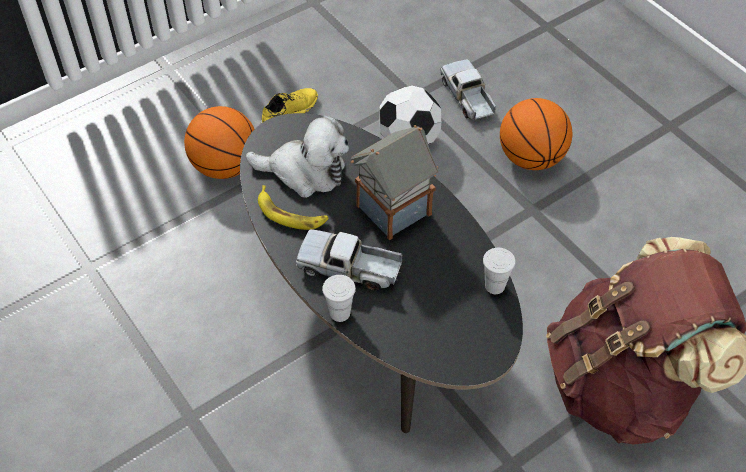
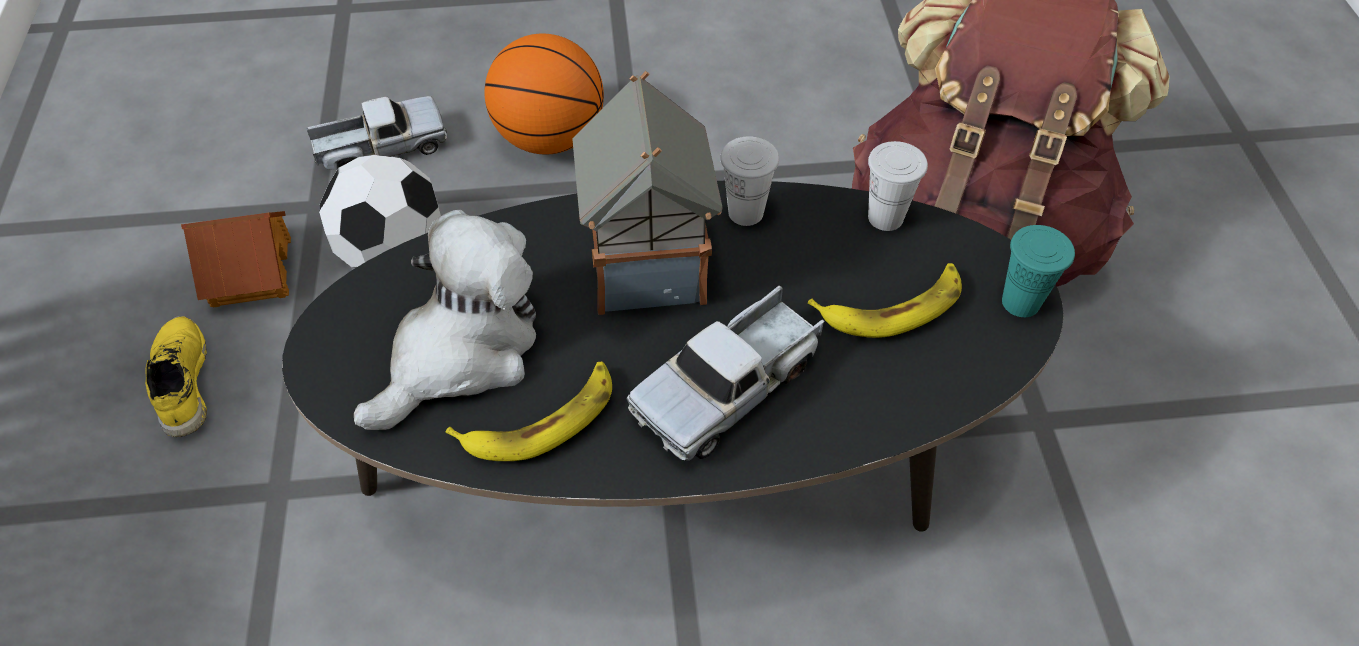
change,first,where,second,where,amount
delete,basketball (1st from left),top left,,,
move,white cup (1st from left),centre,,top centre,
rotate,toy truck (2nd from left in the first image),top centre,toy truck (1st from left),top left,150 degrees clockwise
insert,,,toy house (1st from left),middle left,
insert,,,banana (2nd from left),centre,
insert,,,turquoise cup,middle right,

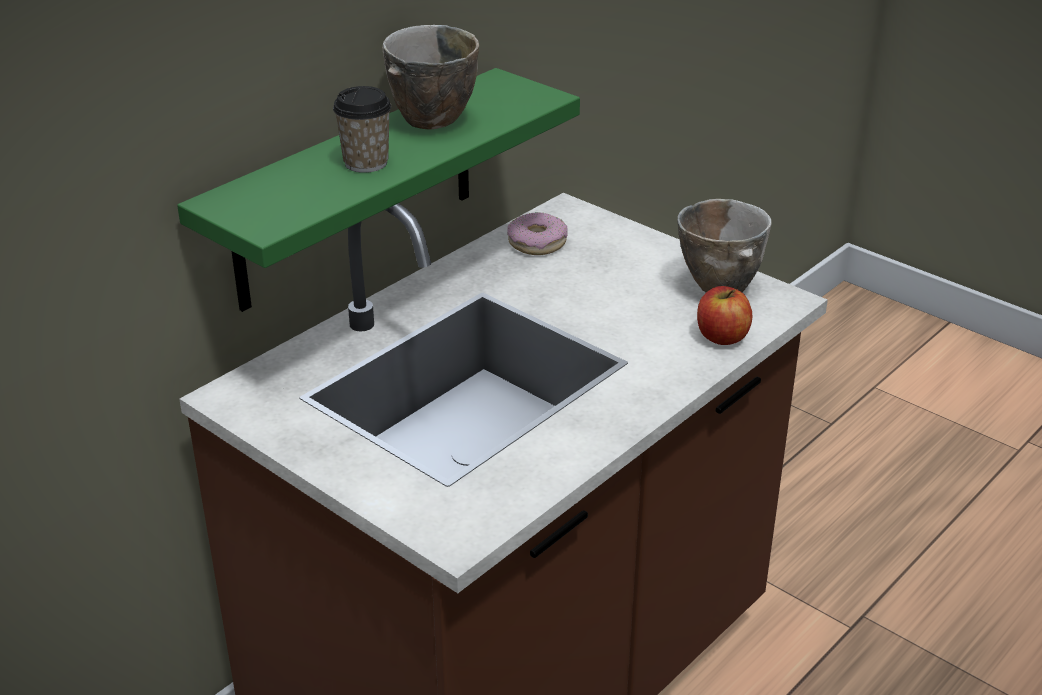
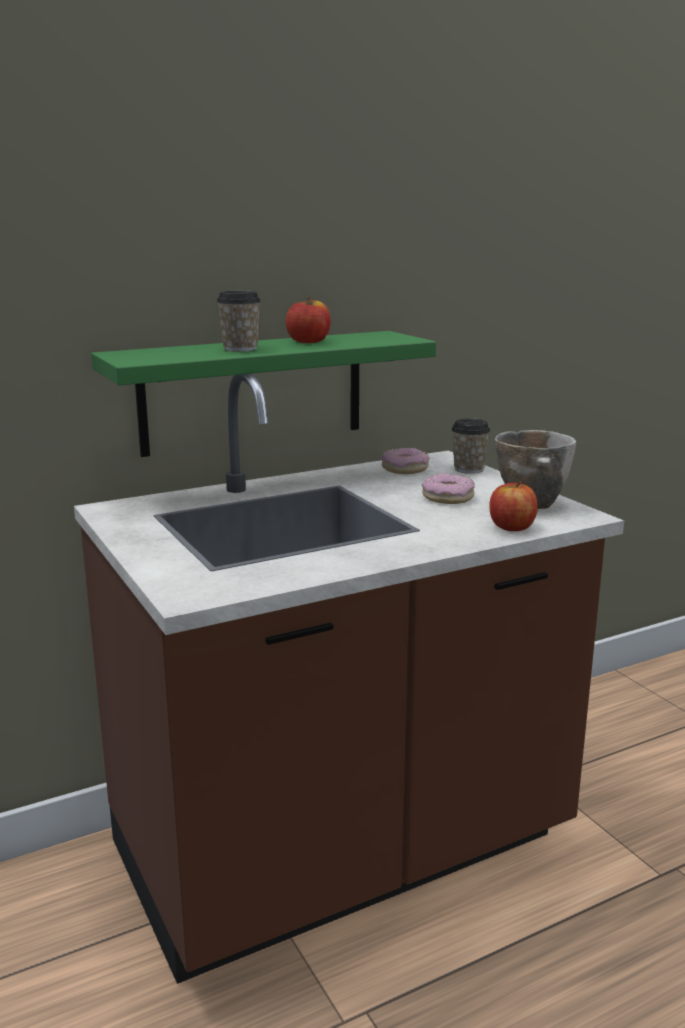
change,first,where,second,where,amount
replace,bowl (1st from left),top centre,apple (1st from left),top centre,
insert,,,donut (2nd from left),centre,
insert,,,cup (2nd from left),middle right,

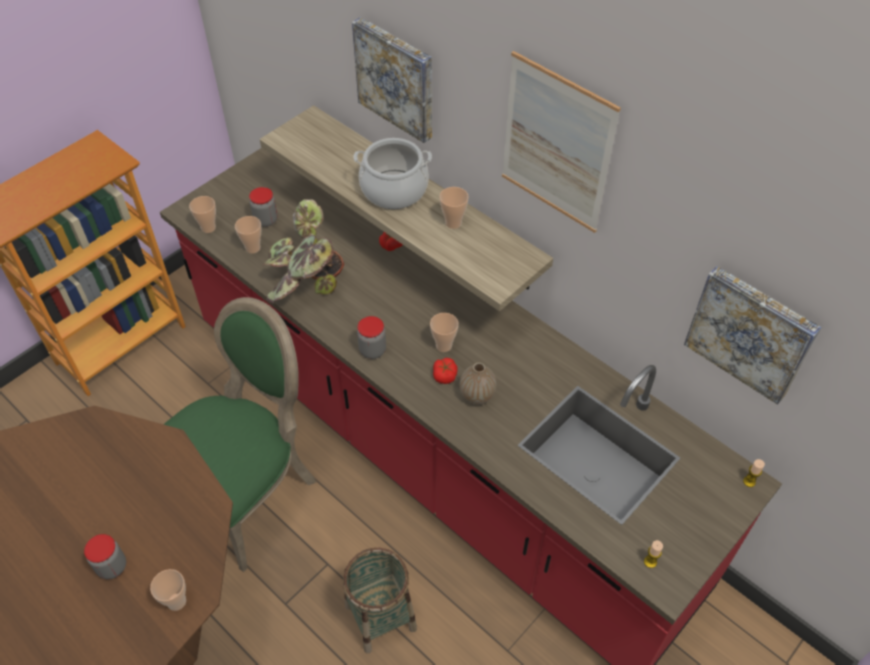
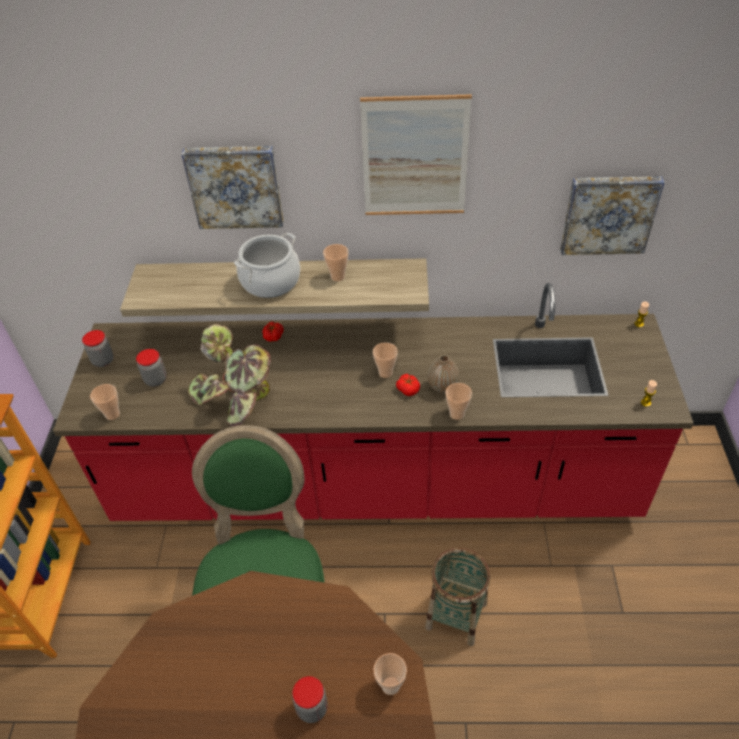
change,first,where,second,where,amount
move,cup (3rd from left in the first image),middle left,cup (5th from left),centre,
move,jar (3rd from left in the first image),centre,jar (1st from left),middle left,

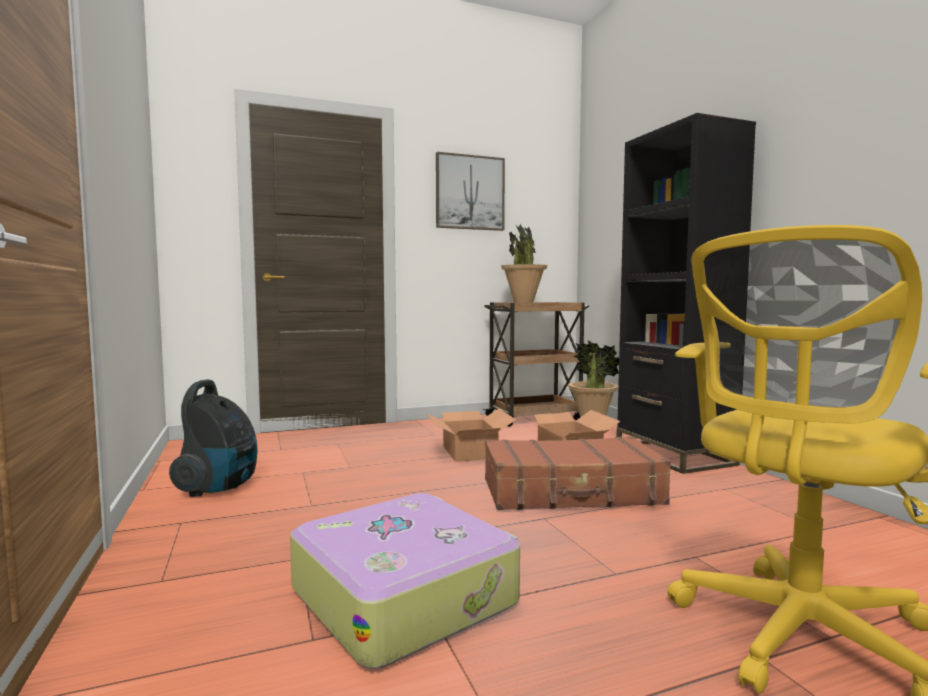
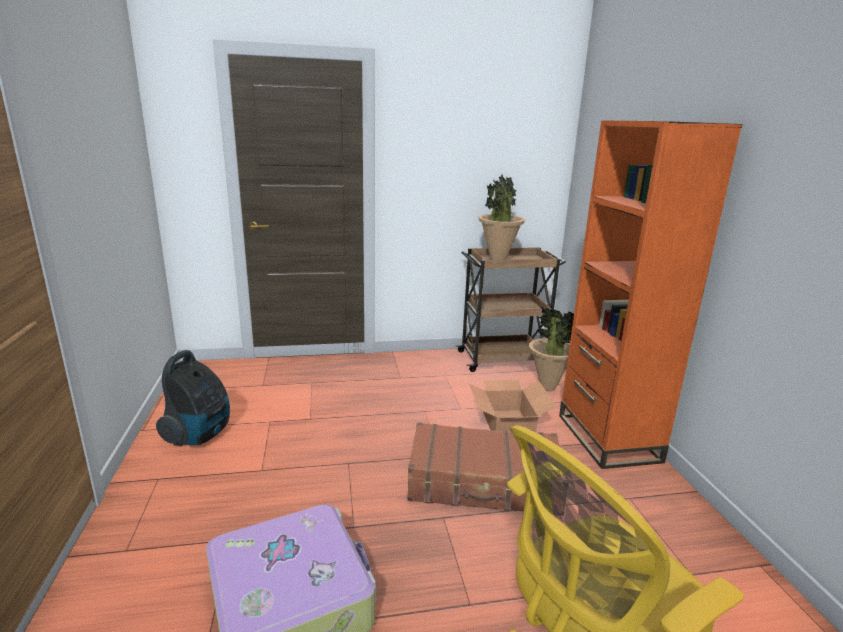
change,first,where,second,where,amount
delete,cardboard box (1st from left),centre,,,
delete,picture,top centre,,,
recolor,black bookcase,middle right,orange bookcase,middle right,

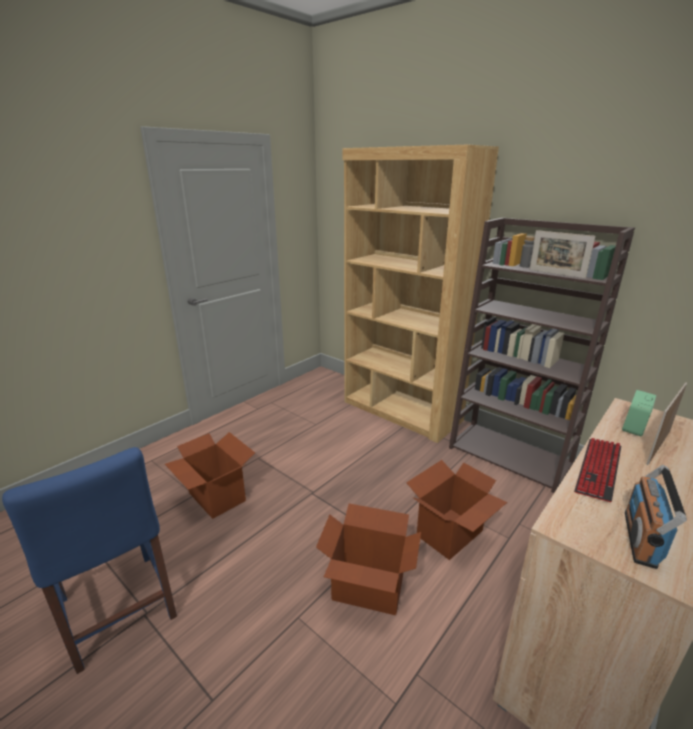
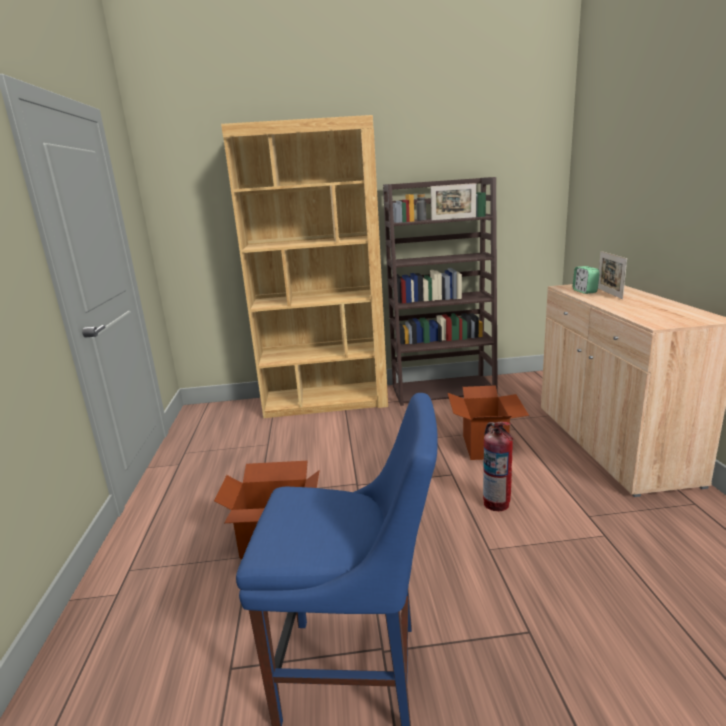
change,first,where,second,where,amount
replace,cardboard box (2nd from left),bottom centre,fire extinguisher,middle right,
delete,keyboard,middle right,,,
delete,radio,bottom right,,,

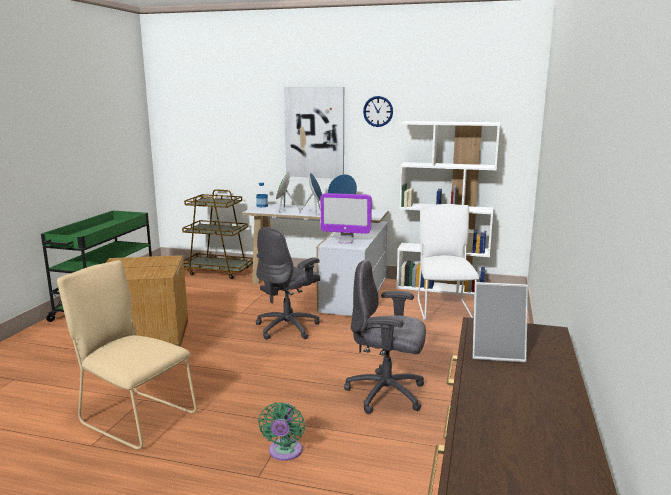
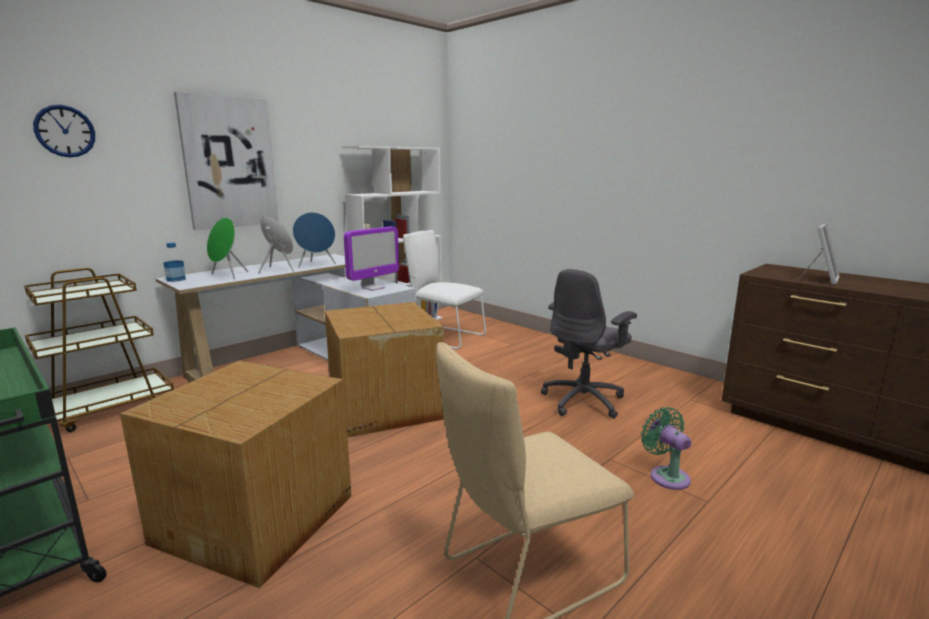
change,first,where,second,where,amount
replace,grey office chair (1st from left),centre,cardboard box (2nd from left),centre,
rotate,green fan,bottom centre,,bottom right,150 degrees counterclockwise
move,wall clock,top centre,,top left,

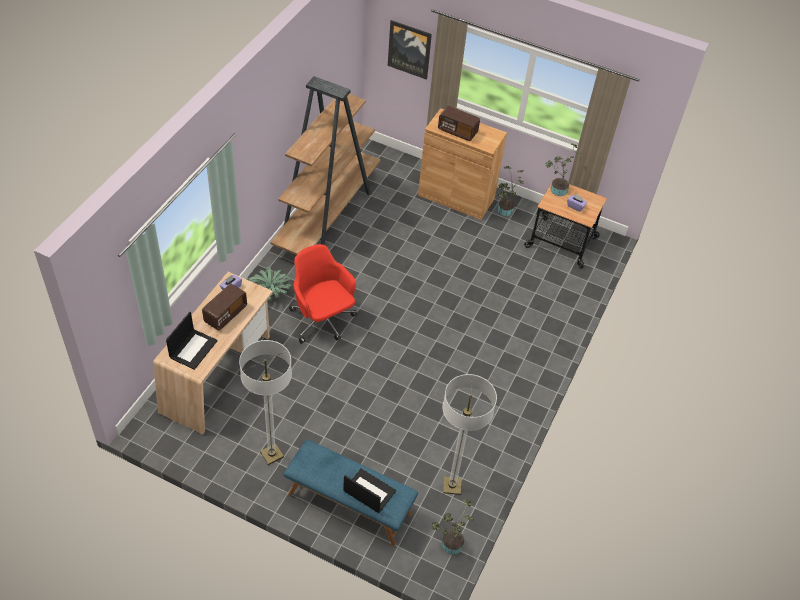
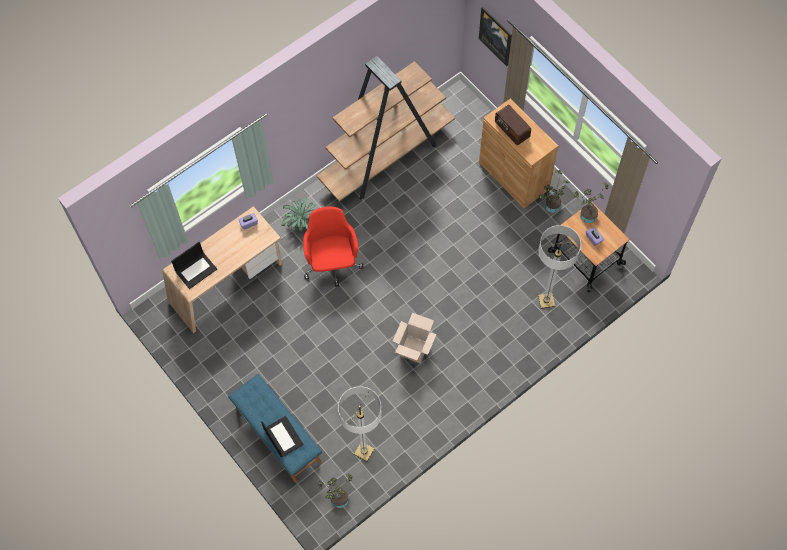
change,first,where,second,where,amount
delete,radio (1st from left),middle left,,,
move,floor lamp (1st from left in the first image),bottom left,floor lamp (2nd from left),middle right,
insert,,,cardboard box,centre,

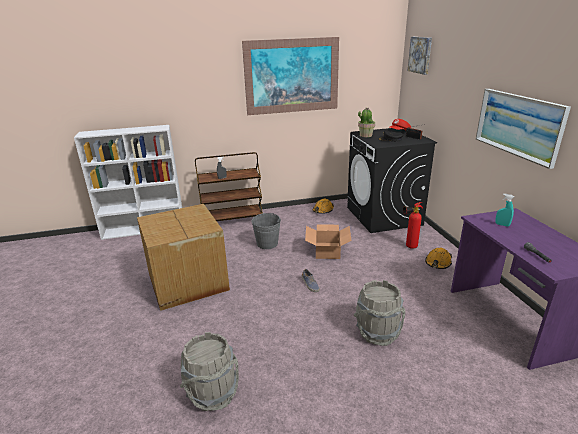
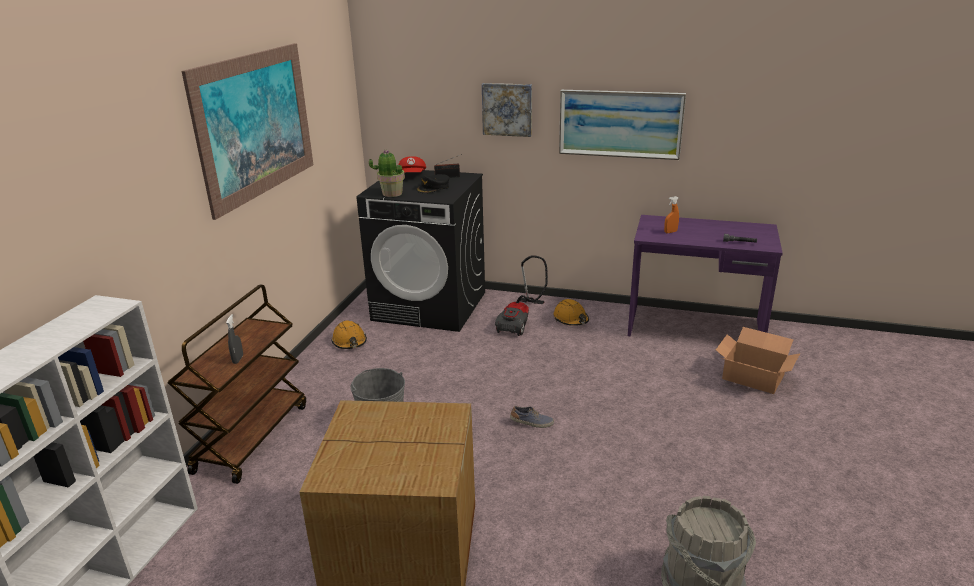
change,first,where,second,where,amount
move,cardboard box (2nd from left),centre,,middle right,
delete,grey bucket (3rd from left),bottom centre,,,
replace,fire extinguisher,middle right,vacuum cleaner,centre,
move,picture (2nd from left),top right,,top centre,
recolor,turquoise spray bottle,middle right,orange spray bottle,middle right,

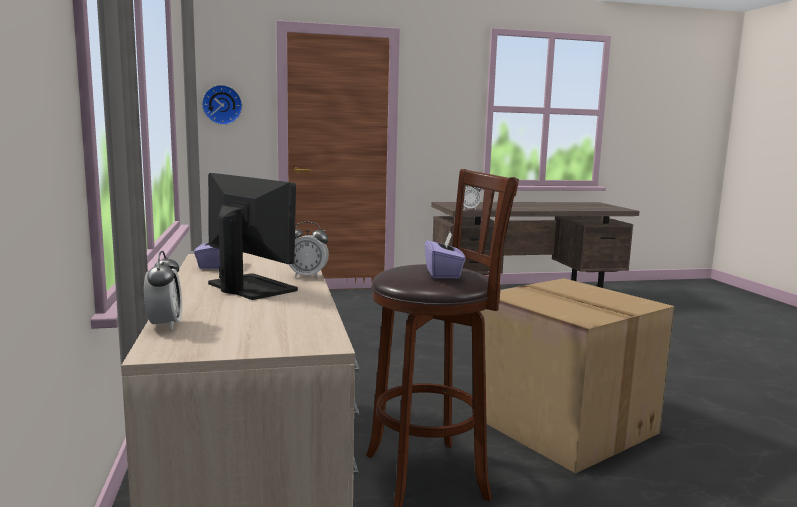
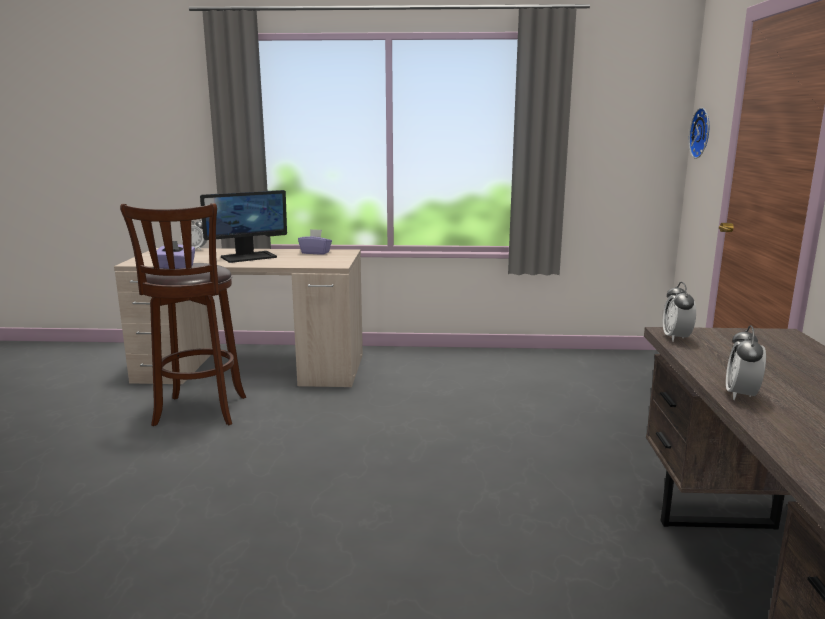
change,first,where,second,where,amount
move,alarm clock (2nd from left in the first image),centre,alarm clock (3rd from left),middle right,
delete,cardboard box,bottom right,,,

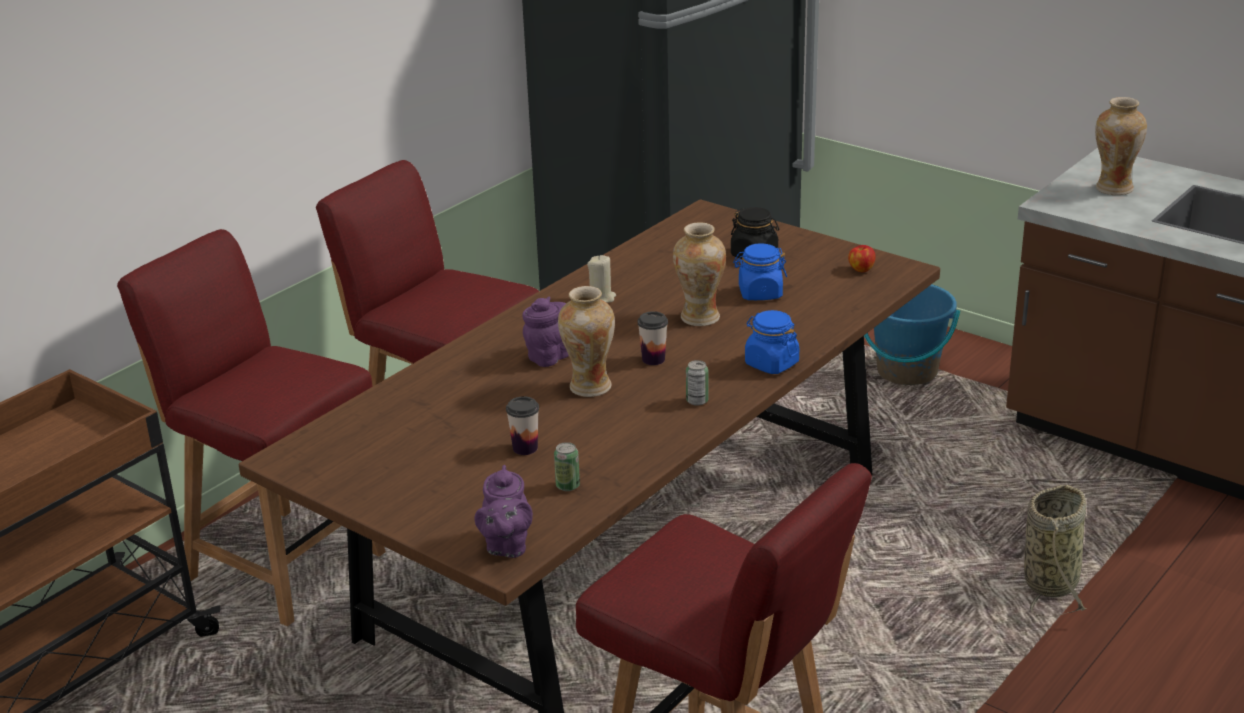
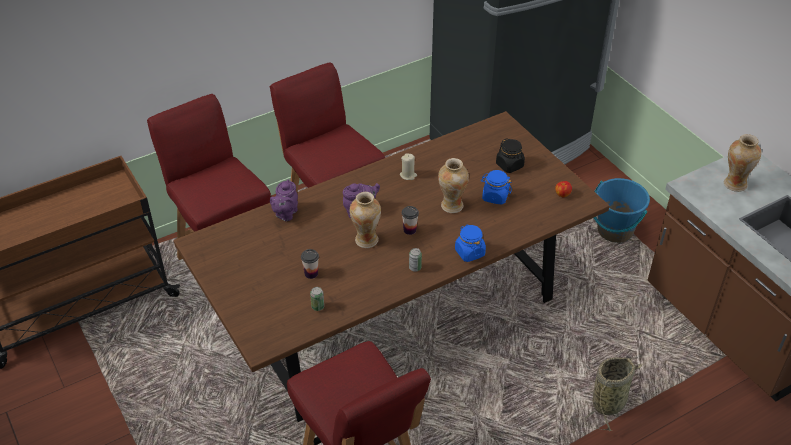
change,first,where,second,where,amount
move,purple teapot (1st from left),bottom centre,,centre,

